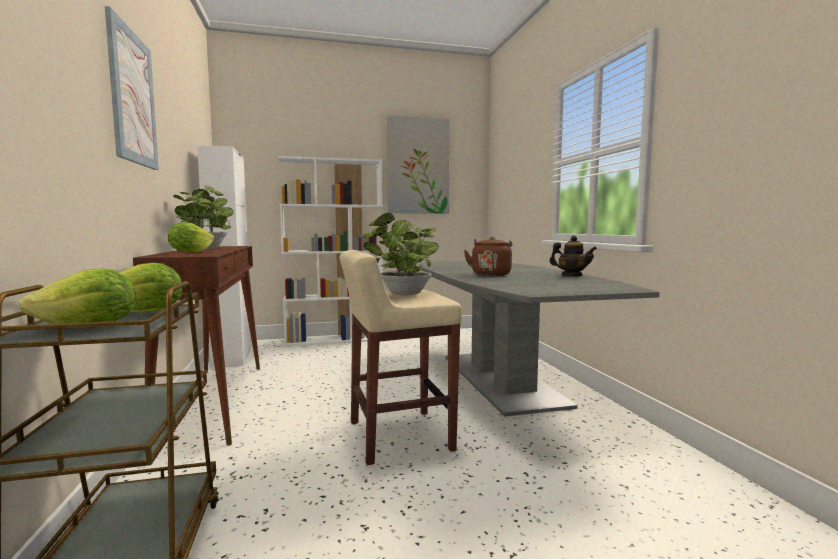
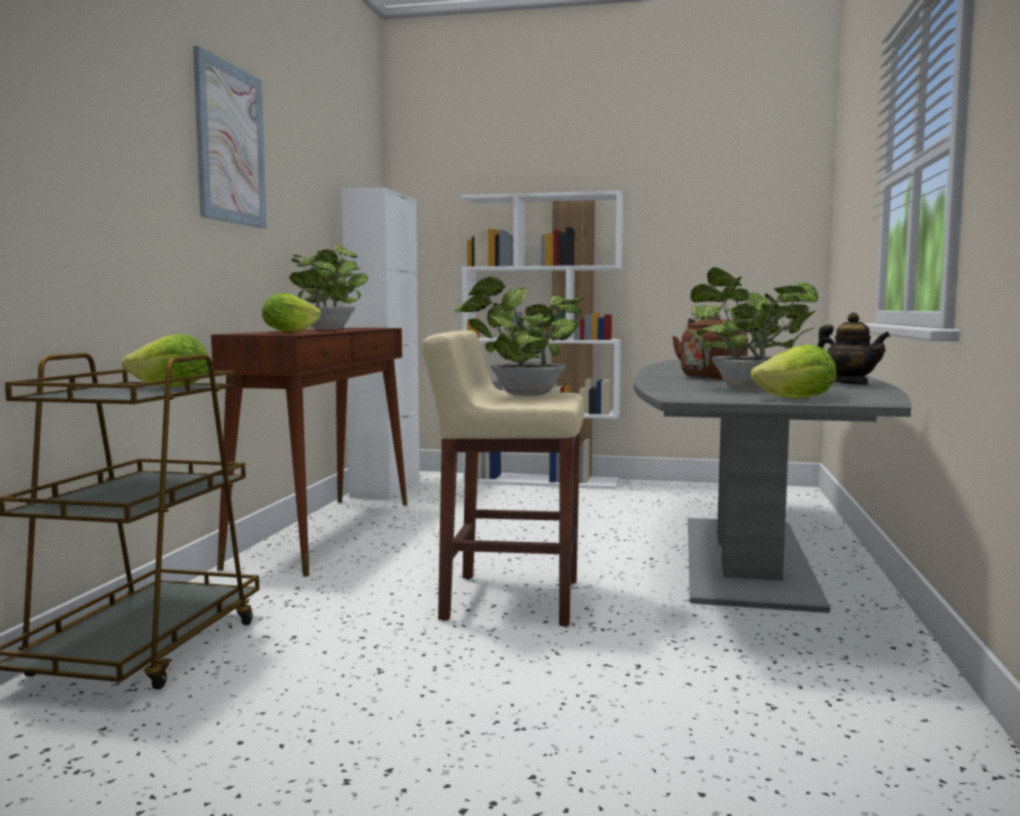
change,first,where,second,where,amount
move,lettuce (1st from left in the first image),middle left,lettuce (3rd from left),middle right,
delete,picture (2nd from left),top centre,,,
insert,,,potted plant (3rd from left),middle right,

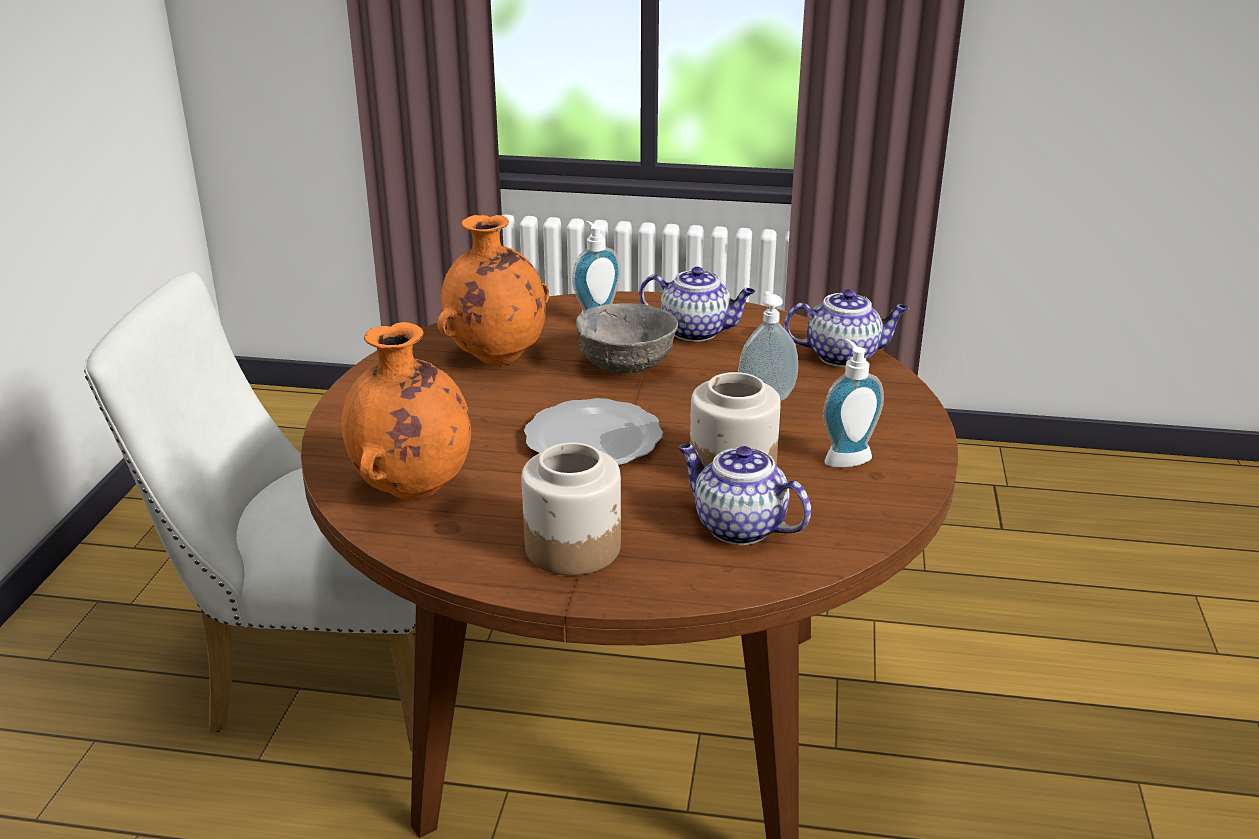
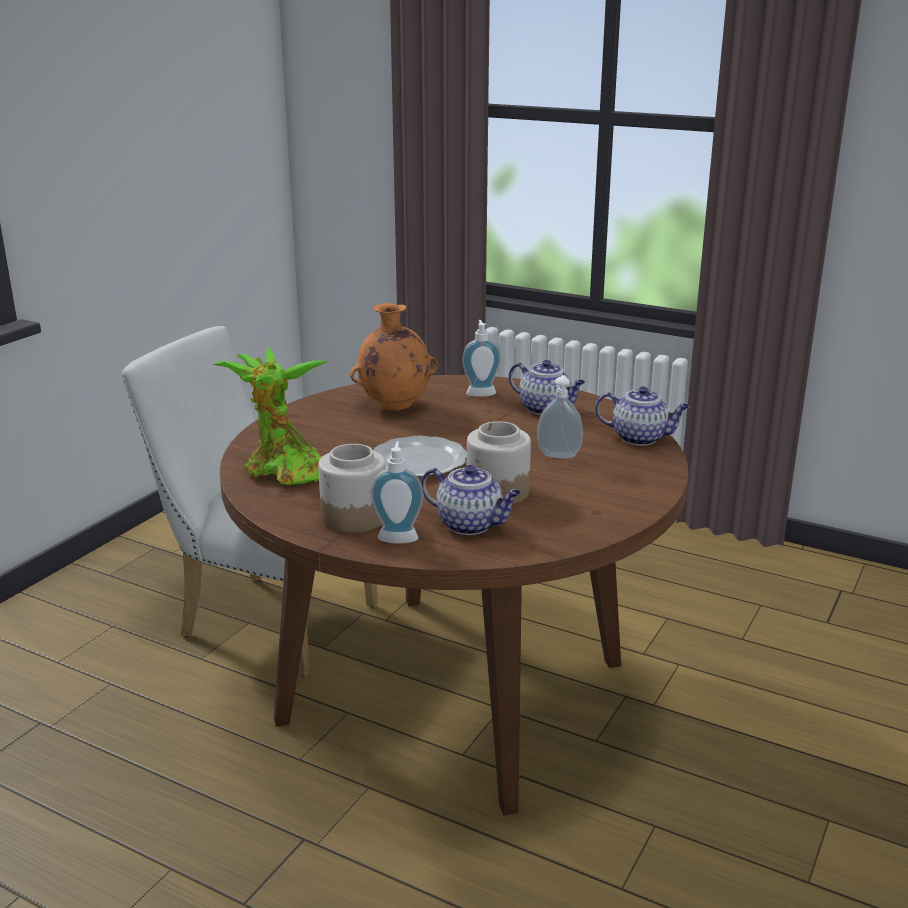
change,first,where,second,where,amount
replace,orange vase (1st from left),middle left,potted plant,middle left,
delete,grey bowl,centre,,,
rotate,teapot (2nd from left in the first image),centre,teapot (1st from left),centre,150 degrees clockwise
move,soap dispenser (3rd from left in the first image),middle right,soap dispenser (1st from left),centre,

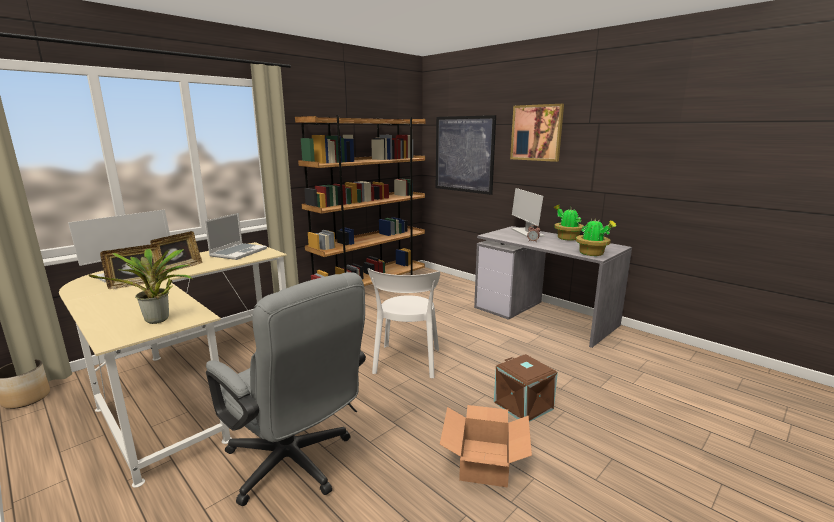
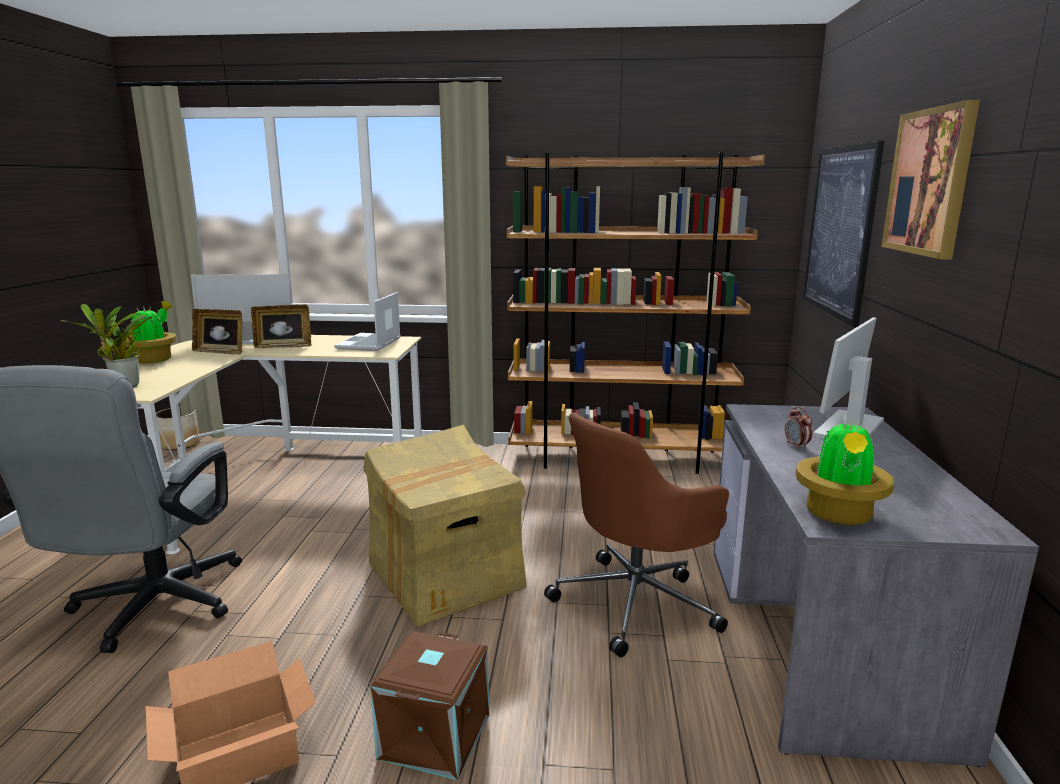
change,first,where,second,where,amount
rotate,laptop,middle left,,centre,120 degrees clockwise
replace,white chair,centre,cardboard box (2nd from left),bottom centre,
move,potted plant (2nd from left),middle right,,middle left,
insert,,,brown office chair,bottom centre,

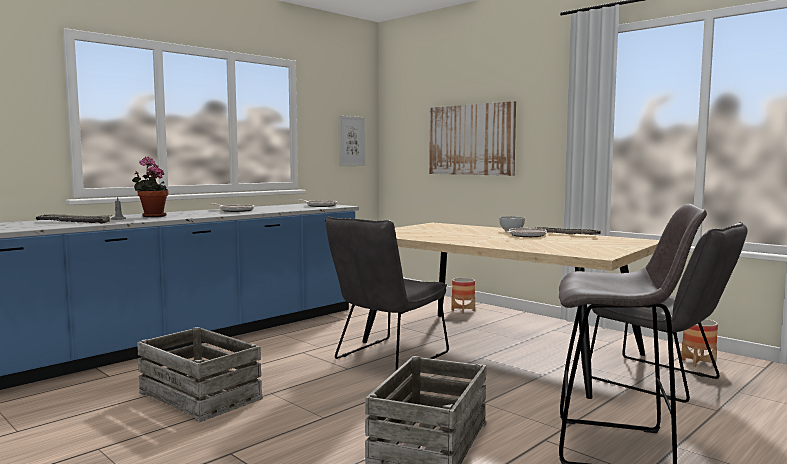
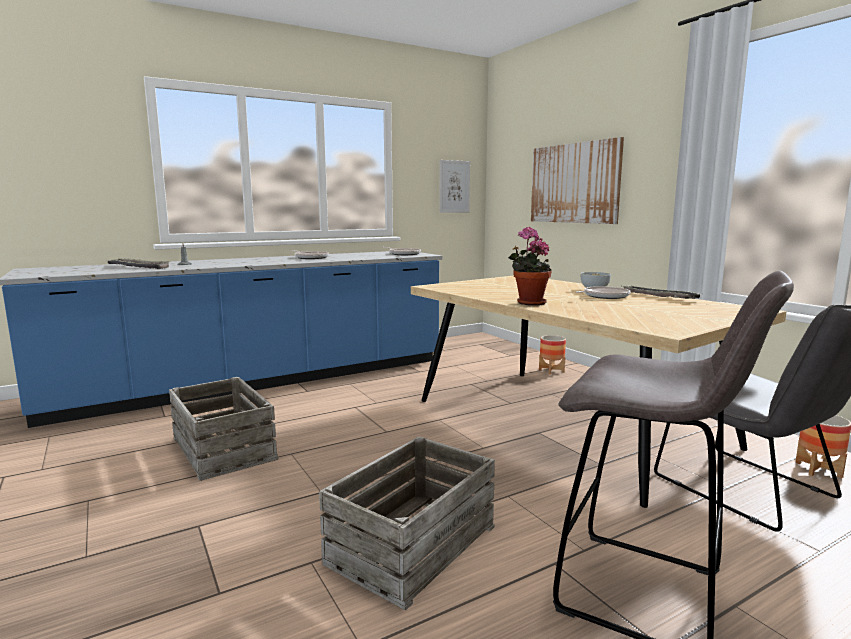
change,first,where,second,where,amount
move,potted plant,middle left,,centre,
delete,grey chair (1st from left),centre,,,

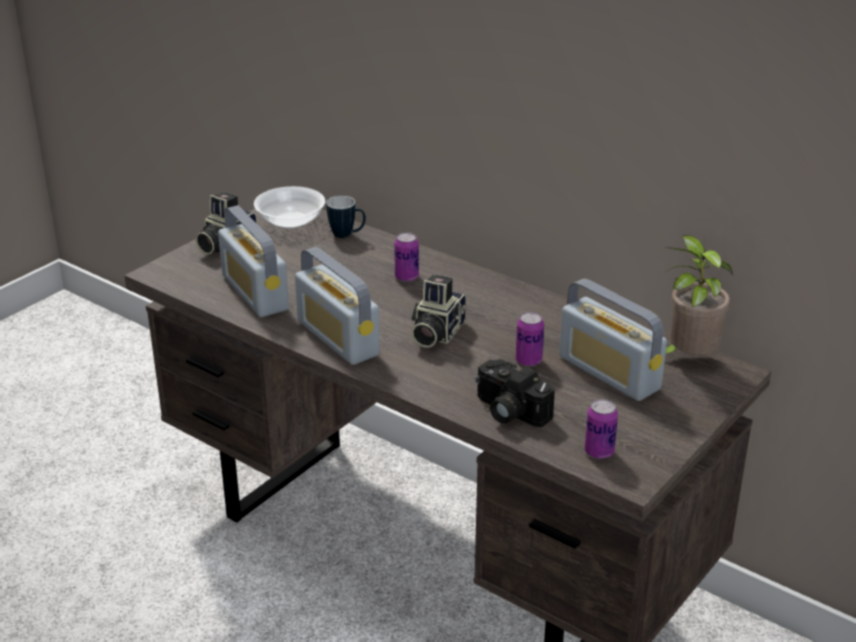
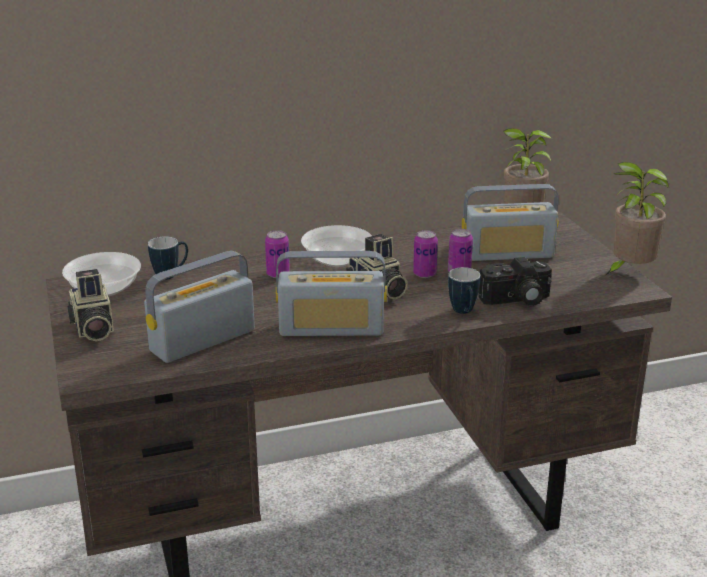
change,first,where,second,where,amount
rotate,radio (1st from left),middle left,,middle left,135 degrees clockwise
move,can (3rd from left in the first image),bottom right,can (2nd from left),centre,
insert,,,bowl (2nd from left),centre,
insert,,,mug (2nd from left),centre,
insert,,,potted plant (2nd from left),middle right,

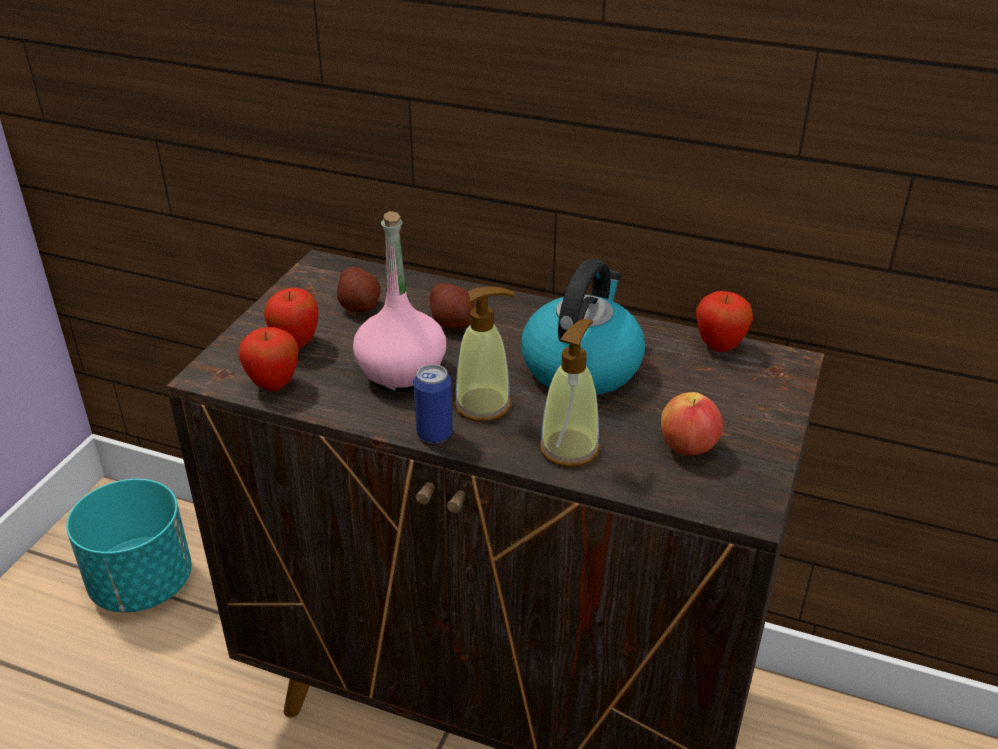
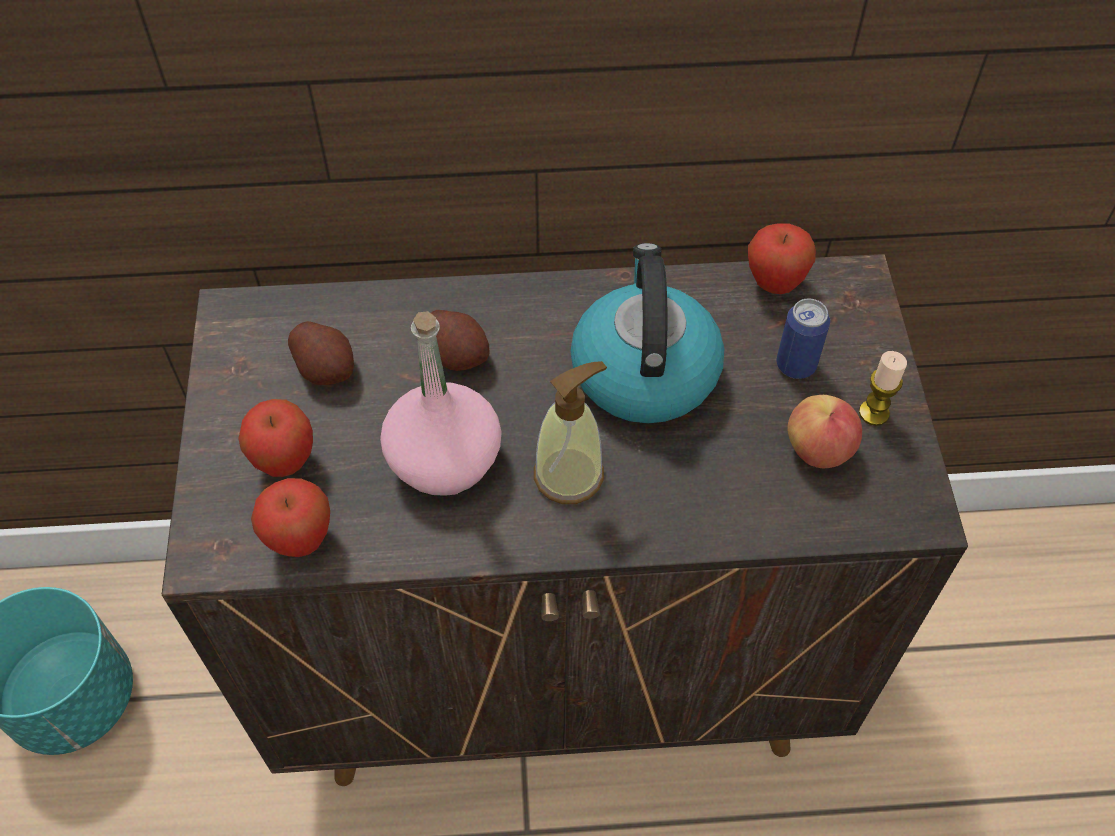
change,first,where,second,where,amount
move,can,centre,,middle right,
delete,soap dispenser (2nd from left),centre,,,
insert,,,candle,middle right,

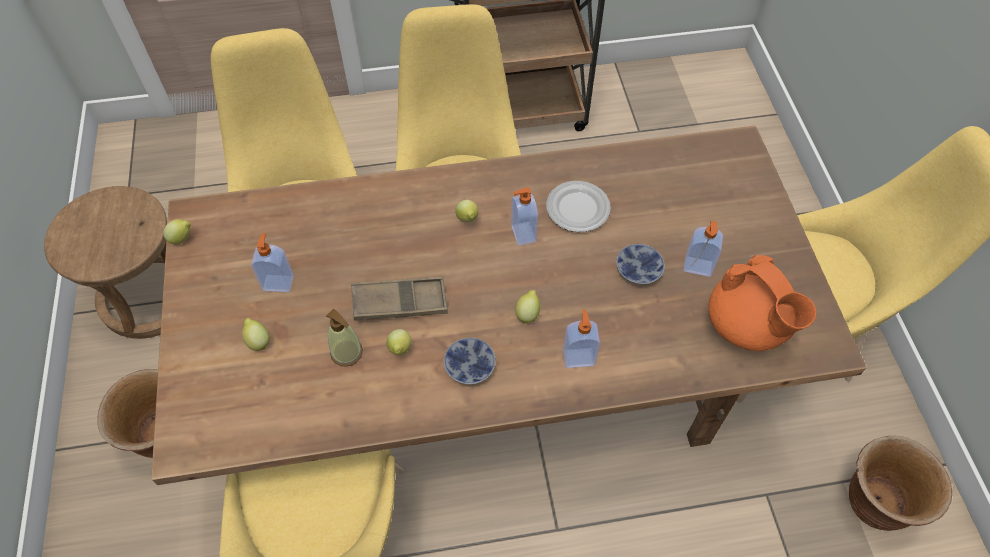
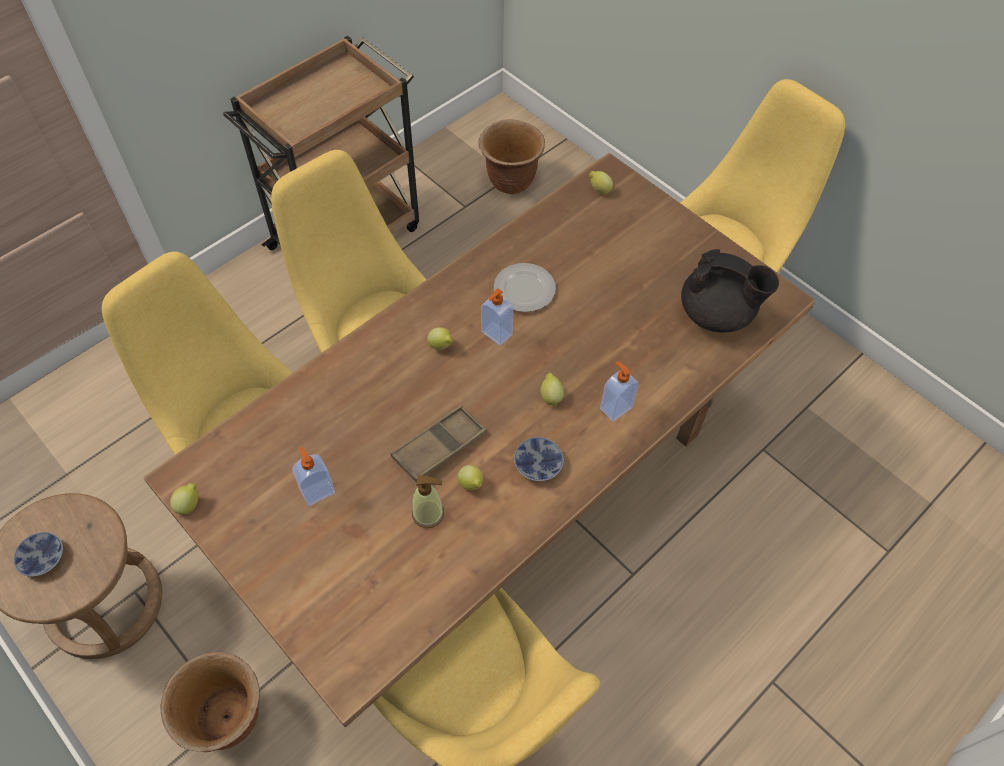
change,first,where,second,where,amount
move,lemon (2nd from left in the first image),middle left,lemon (5th from left),top centre,
move,bowl (2nd from left in the first image),centre,bowl (1st from left),bottom left,
delete,soap dispenser (5th from left),middle right,,,
recolor,orange teapot,middle right,black teapot,middle right,
move,brown planter (2nd from left),bottom right,,top centre,

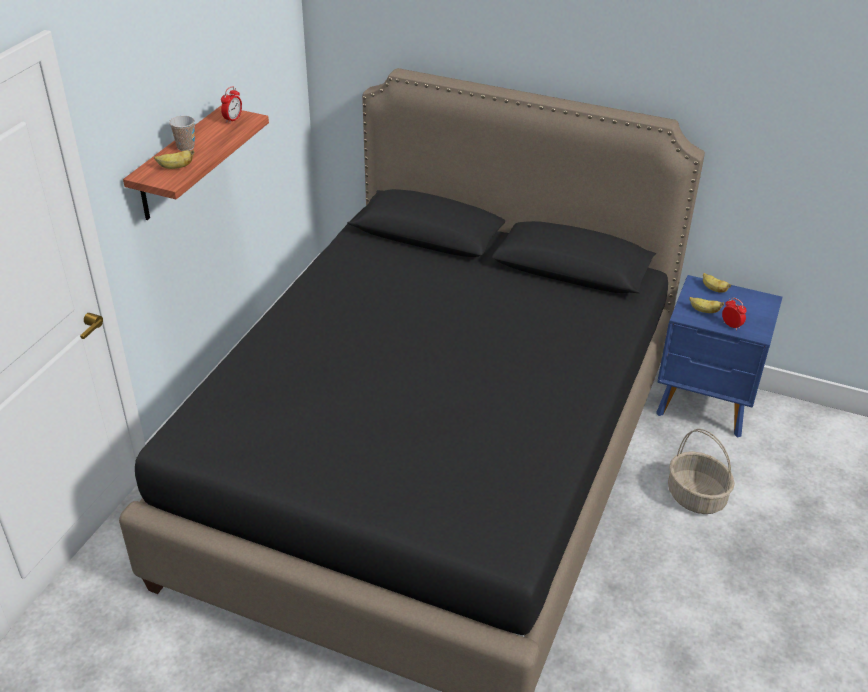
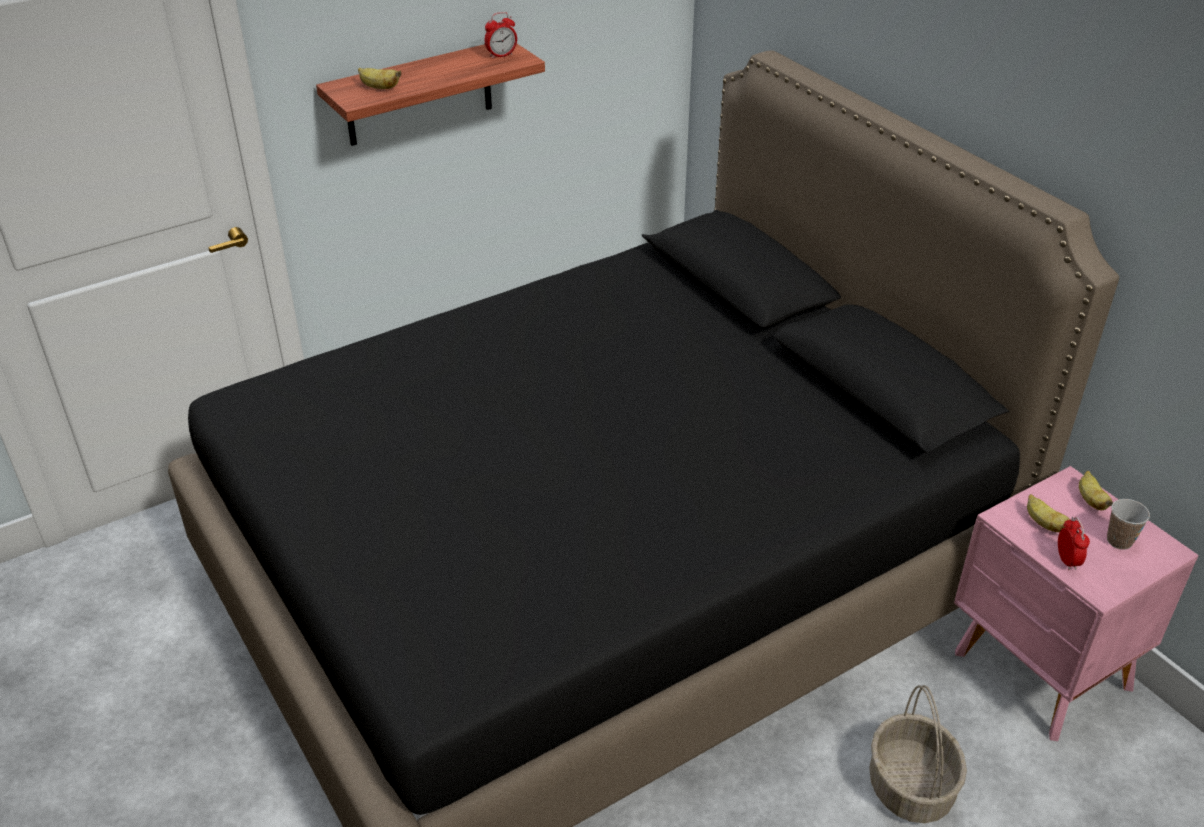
change,first,where,second,where,amount
move,cup,top left,,middle right,
recolor,blue nightstand,middle right,pink nightstand,bottom right,

